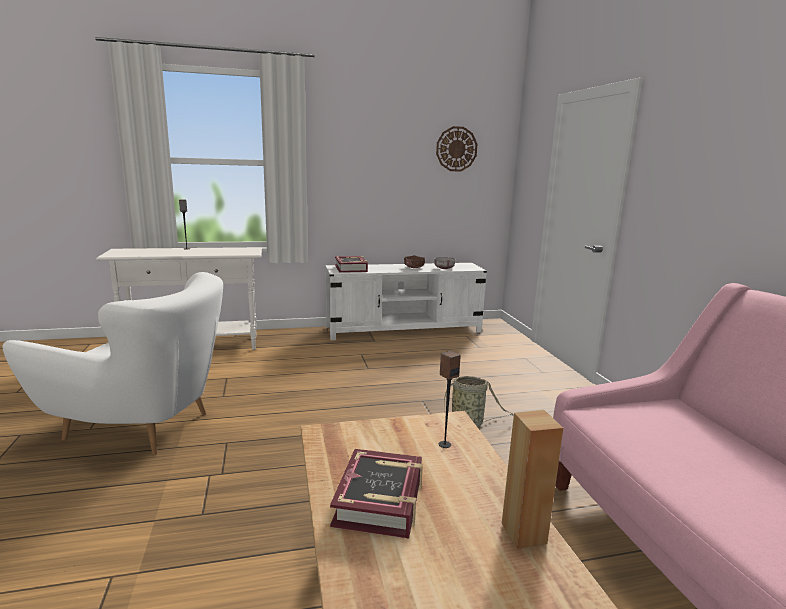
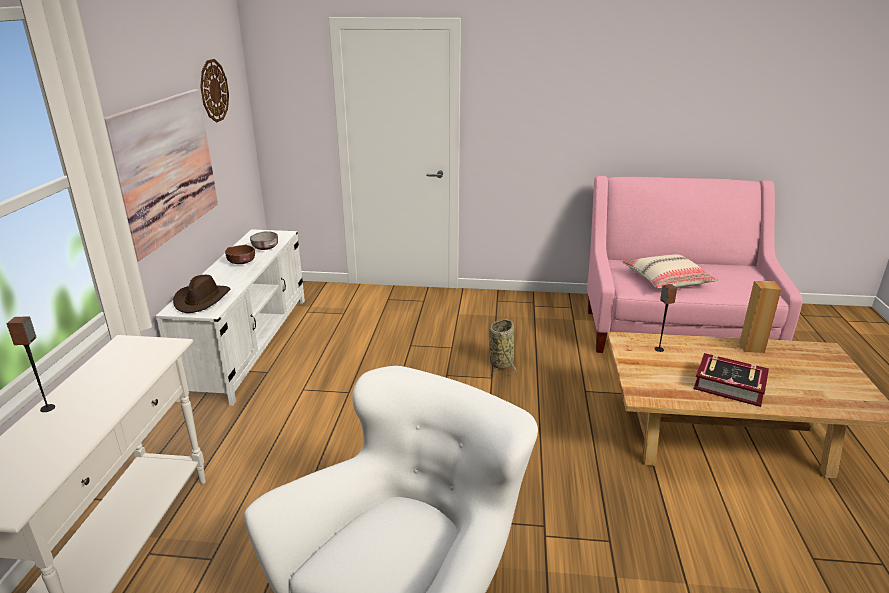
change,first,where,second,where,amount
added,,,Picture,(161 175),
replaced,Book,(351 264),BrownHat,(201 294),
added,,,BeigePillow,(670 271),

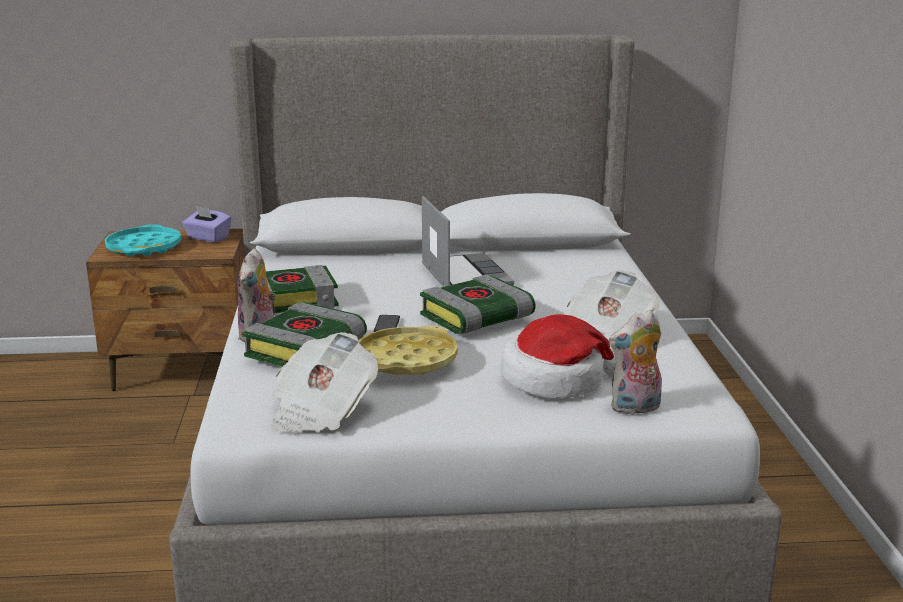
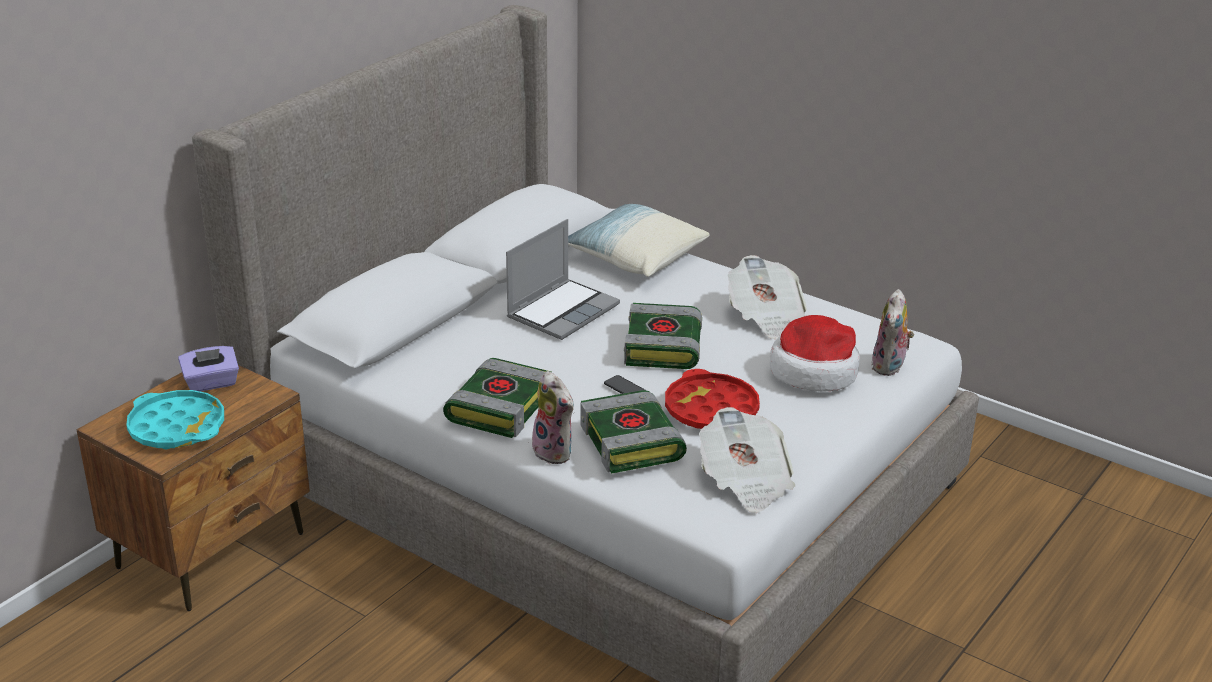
change,first,where,second,where,amount
turned,Laptop,(468 241),,(563 279),105 degrees clockwise
added,,,Pillow,(639 240),
recoloured,YellowTray,(408 350),RedTray,(712 399),

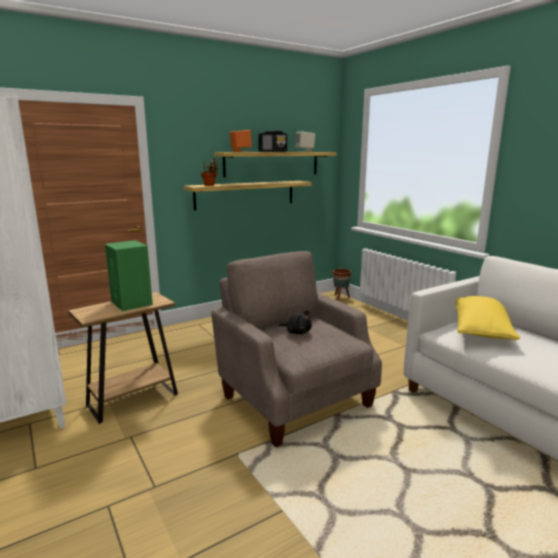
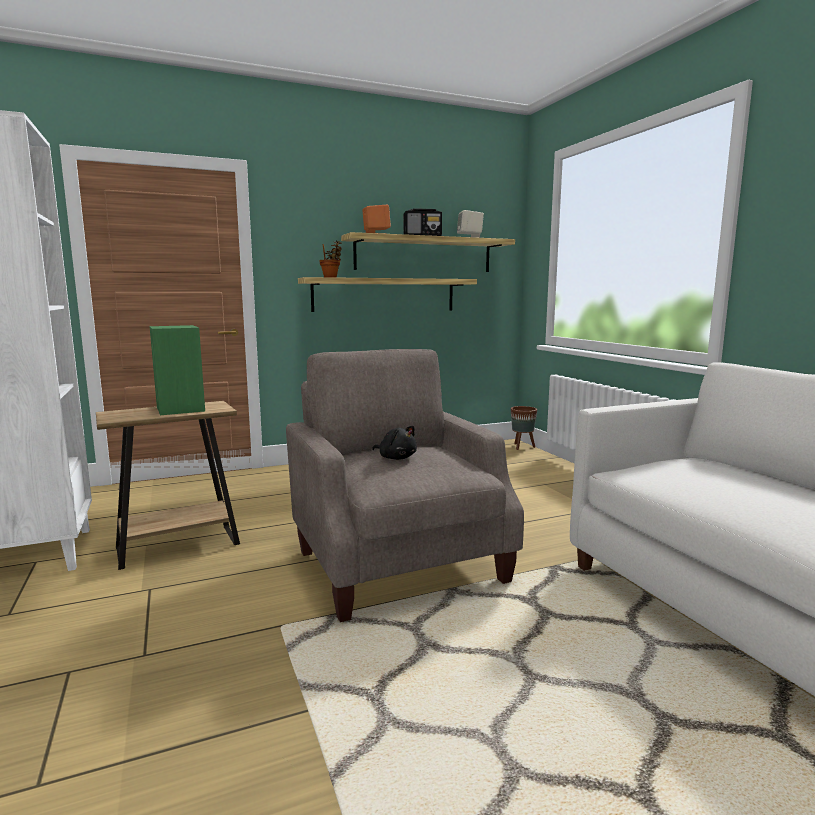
change,first,where,second,where,amount
removed,YellowPillow,(487 318),,,

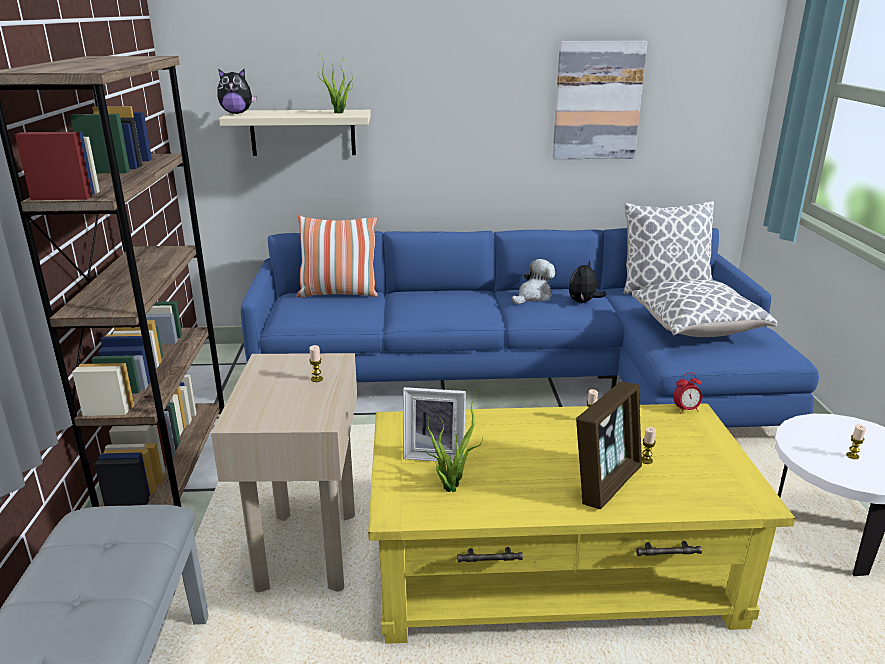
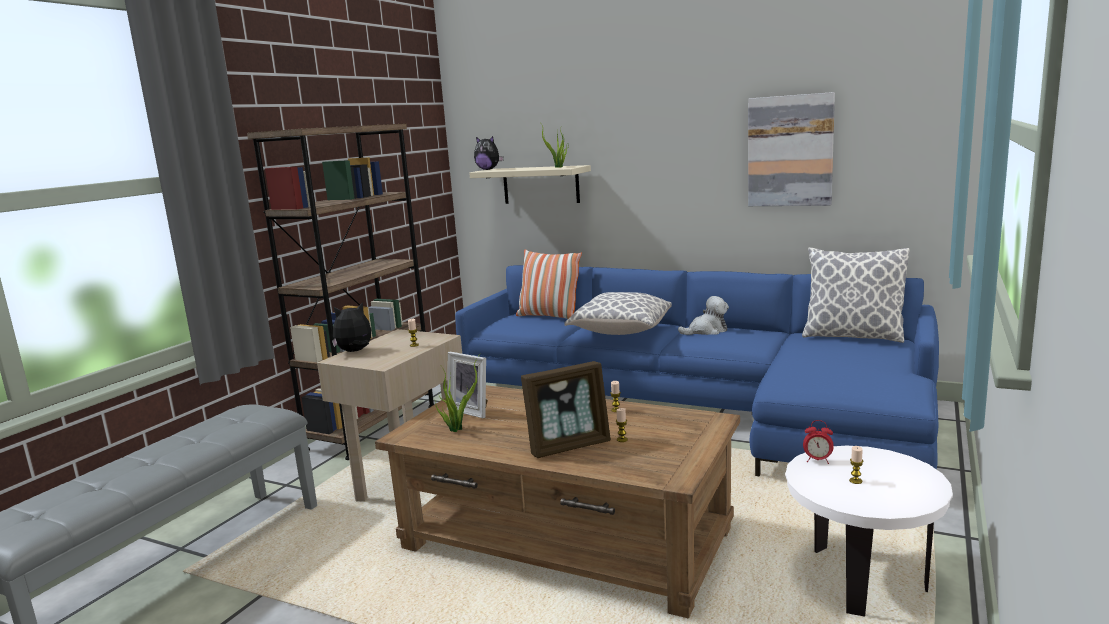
change,first,where,second,where,amount
moved,PlushToy,(588 281),,(351 327),
recoloured,YellowCoffeeTable,(581 523),BrownCoffeeTable,(557 501),
moved,Pillow,(705 308),,(618 313),
moved,AlarmClock,(687 393),,(818 442),

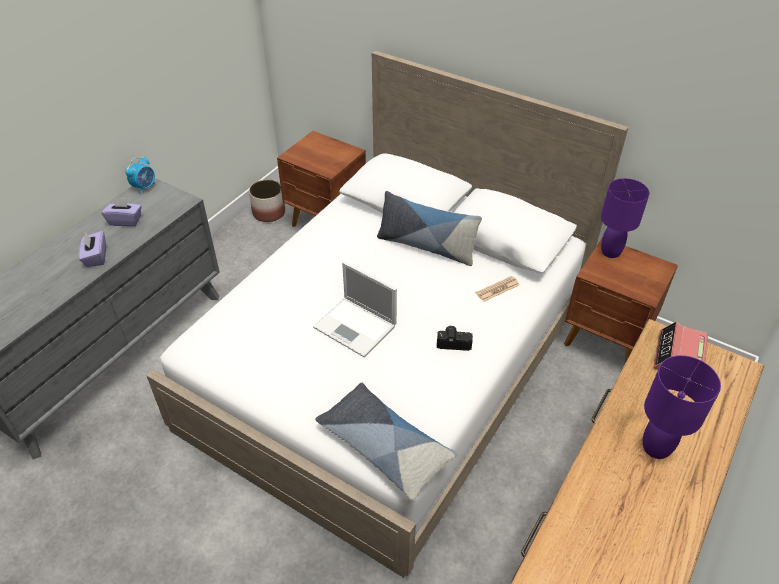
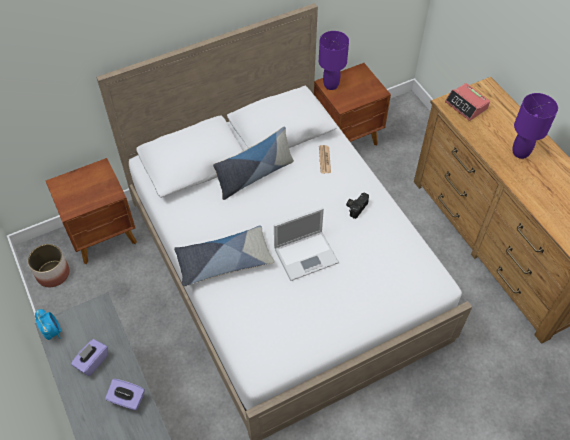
change,first,where,second,where,amount
moved,Pillow,(386 441),,(224 256),

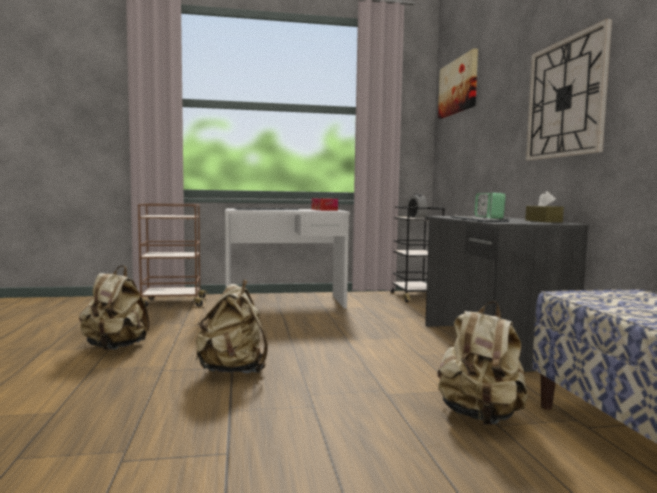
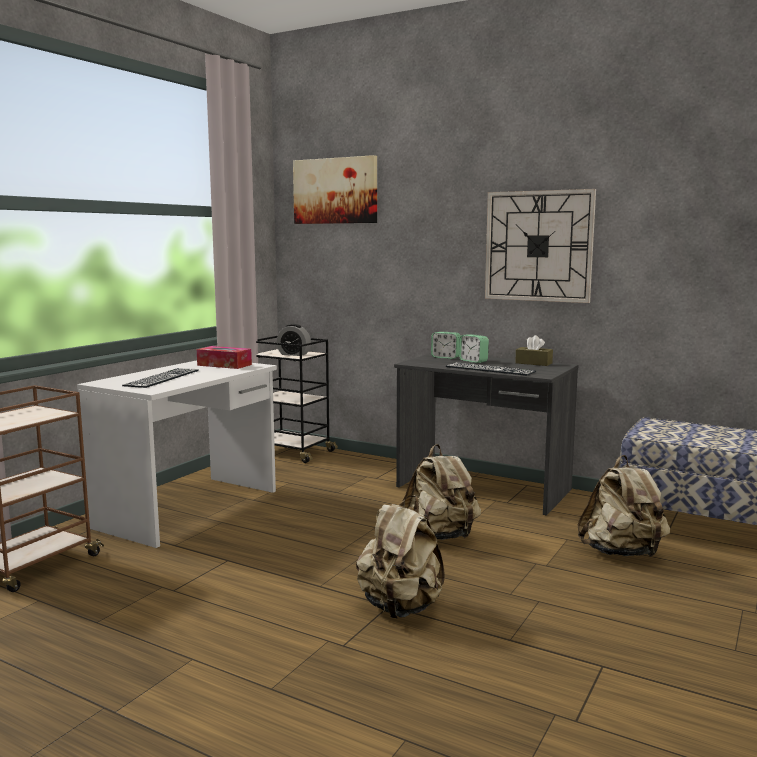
change,first,where,second,where,amount
moved,BeigeBackpack,(114 307),,(442 492),

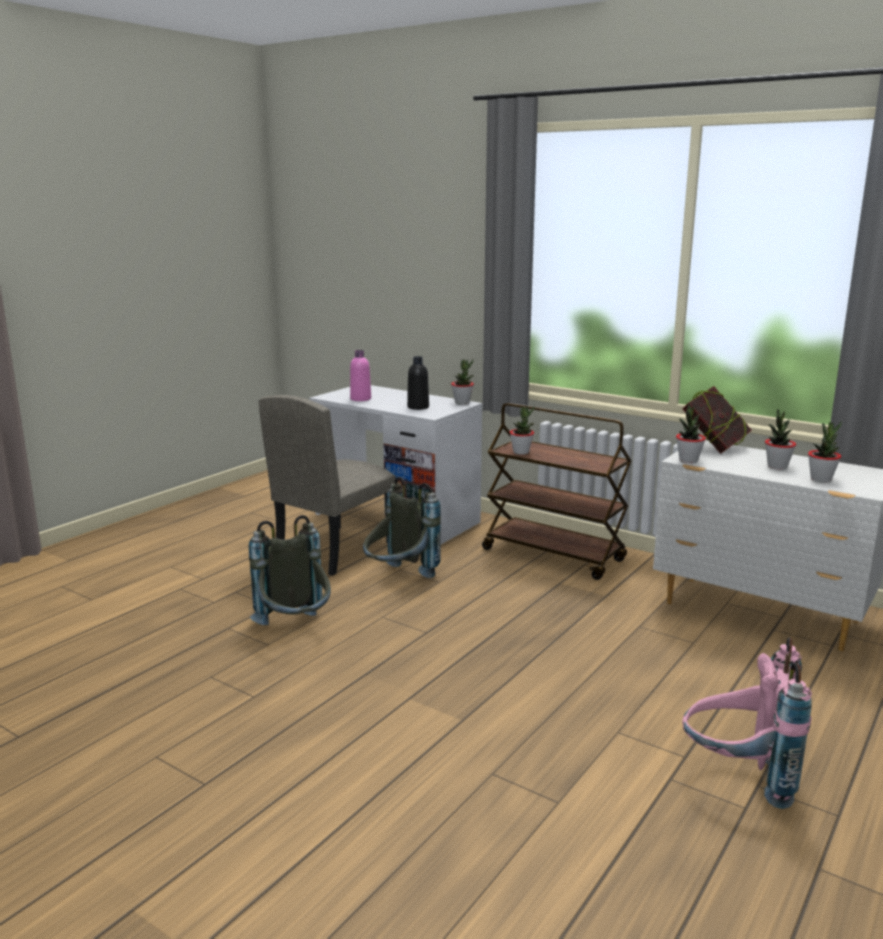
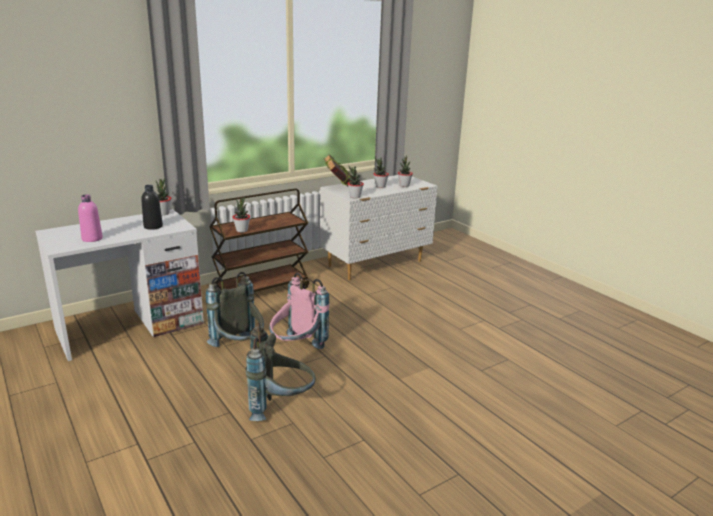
change,first,where,second,where,amount
moved,PinkBackpack,(747 723),,(299 310),
removed,BeigeChair,(327 485),,,

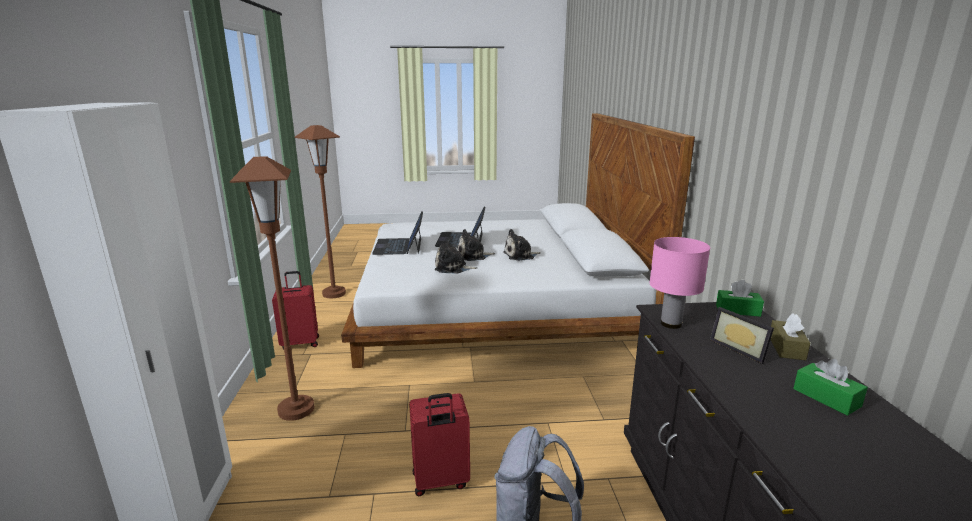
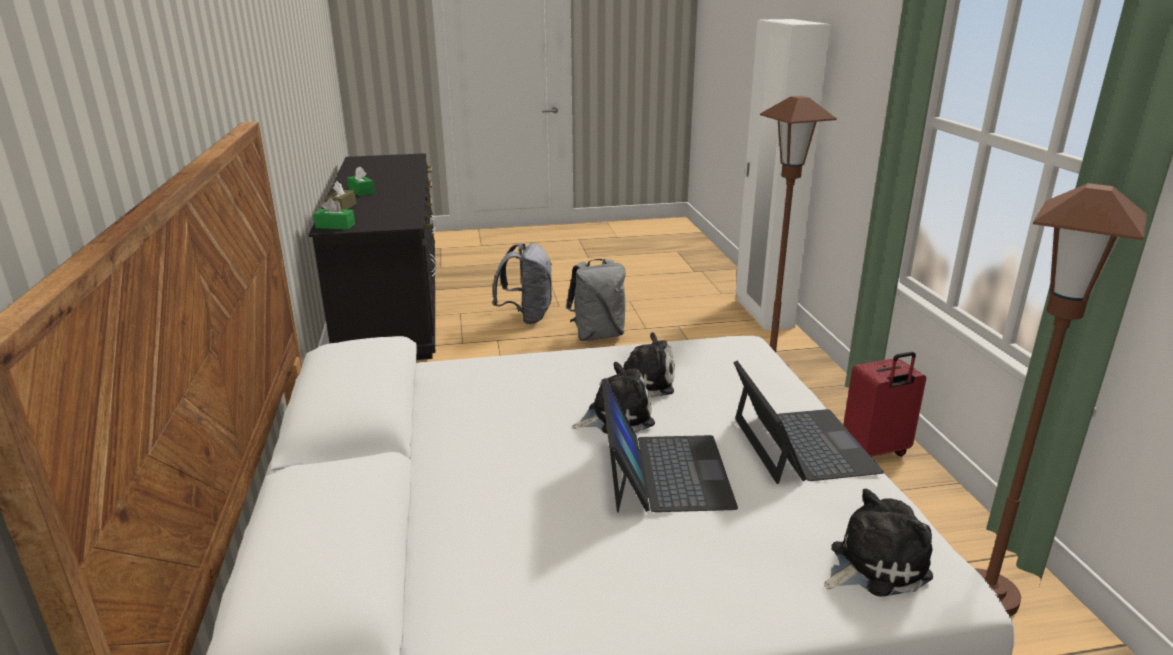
change,first,where,second,where,amount
replaced,RedSuitcase,(439 444),GreyBackpack,(596 300),
moved,PlushToy,(522 245),,(878 543),
removed,PinkTableLamp,(679 283),,,
removed,PictureFrame,(742 335),,,

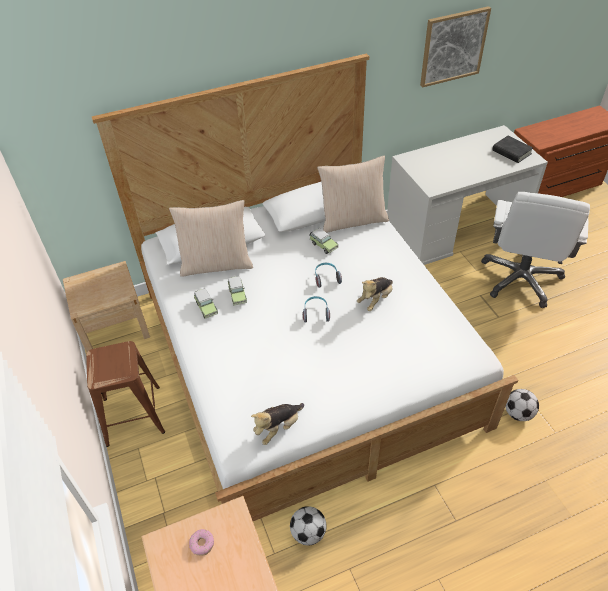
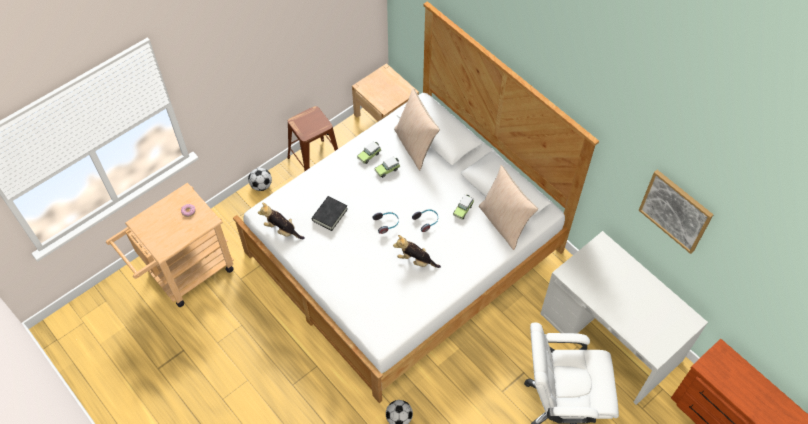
change,first,where,second,where,amount
moved,Football,(308 525),,(260 179),
moved,BlackBook,(512 149),,(330 213),

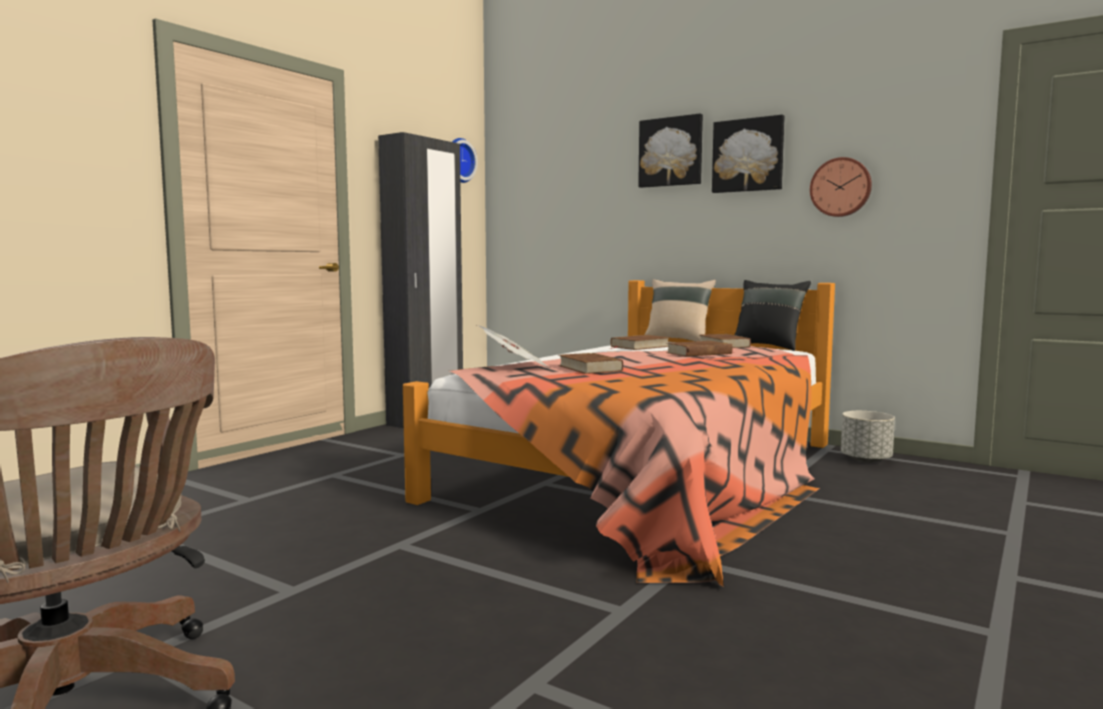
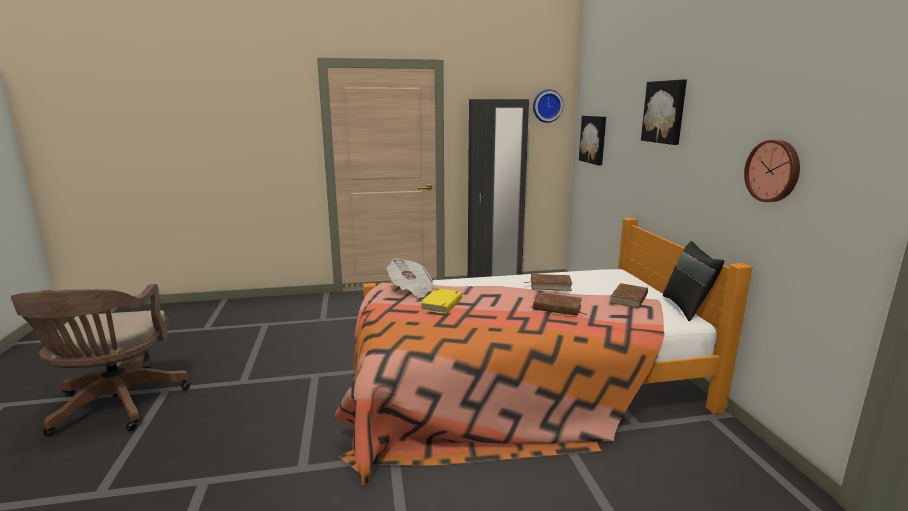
change,first,where,second,where,amount
recoloured,BrownBook,(590 363),YellowBook,(441 301),
moved,Picture,(748 154),,(592 140),
removed,BeigePillow,(680 310),,,
removed,GreyPlanter,(868 437),,,

